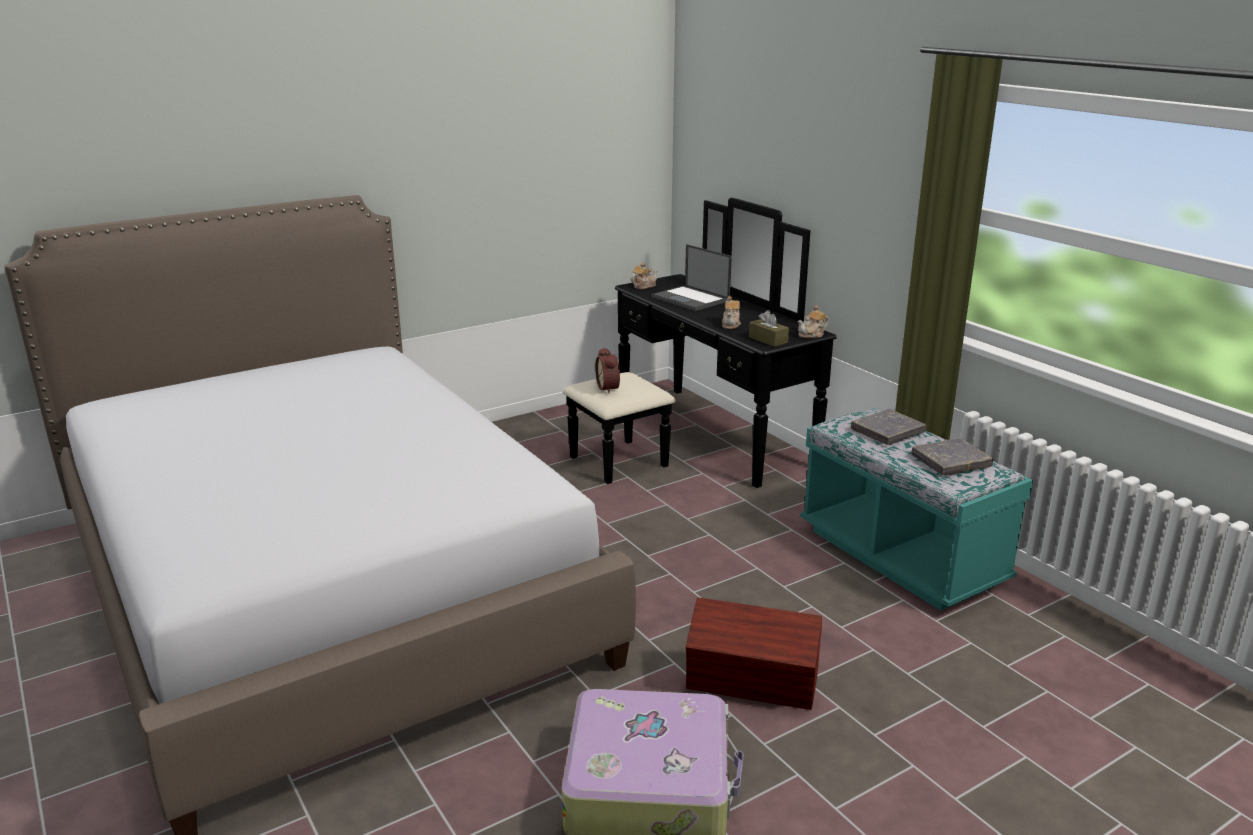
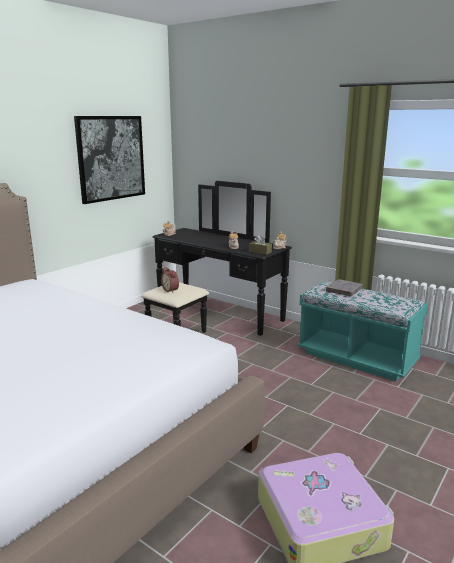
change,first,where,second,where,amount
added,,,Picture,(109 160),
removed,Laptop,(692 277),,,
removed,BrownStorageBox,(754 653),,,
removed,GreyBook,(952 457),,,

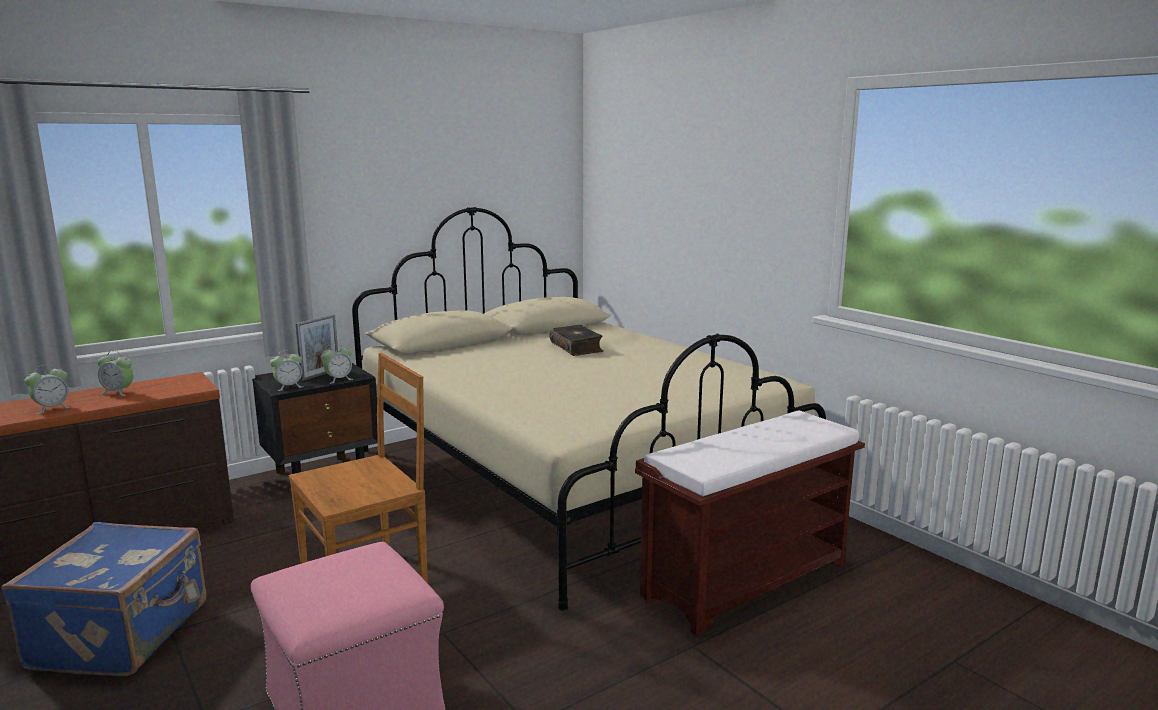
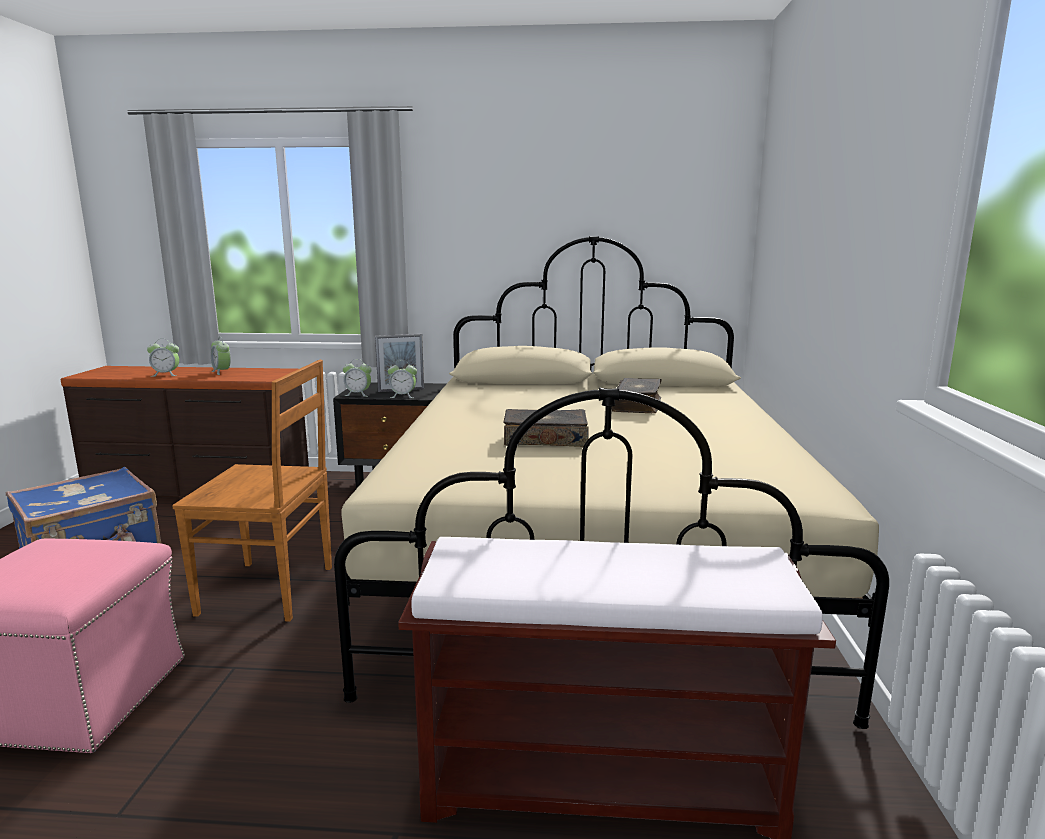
change,first,where,second,where,amount
added,,,Book,(546 428),

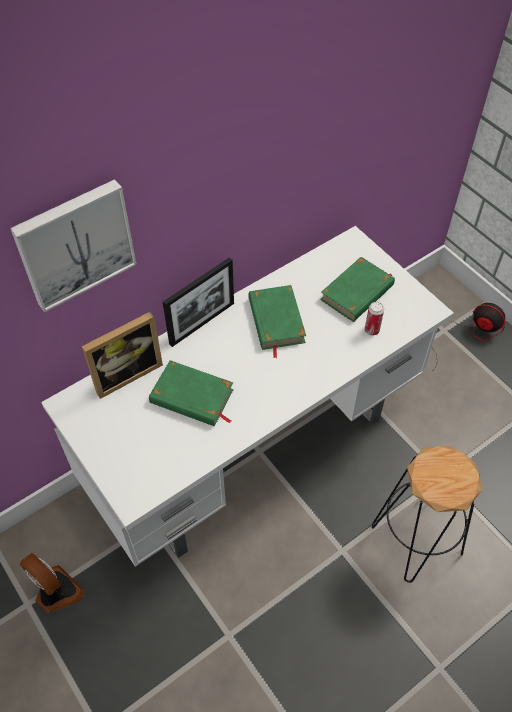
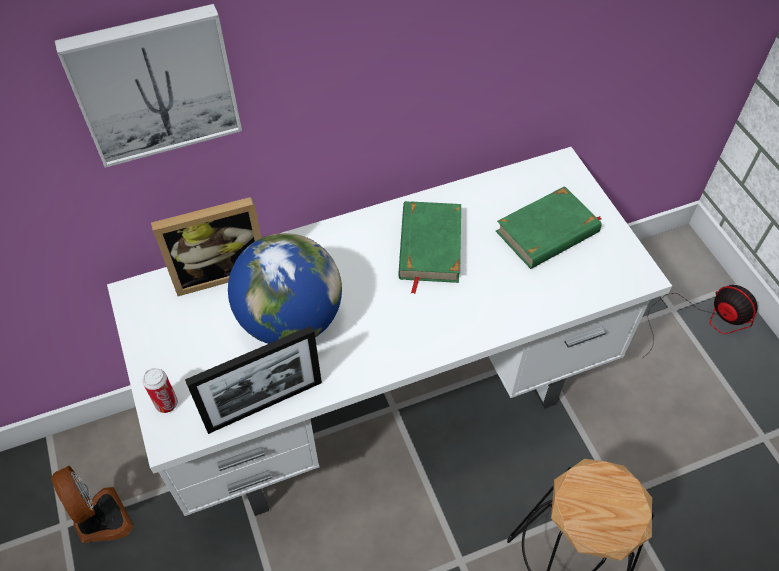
change,first,where,second,where,amount
moved,Can,(374 318),,(160 390),
moved,PictureFrame,(198 302),,(253 380),
replaced,GreenBook,(191 393),Globe,(285 288),

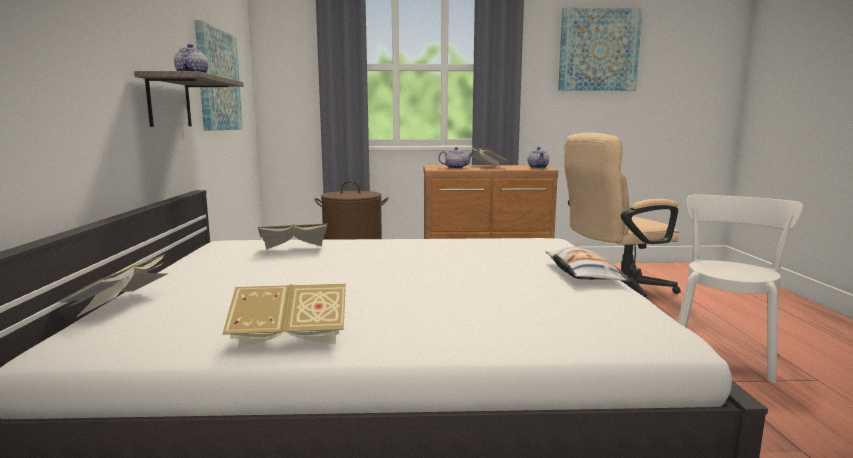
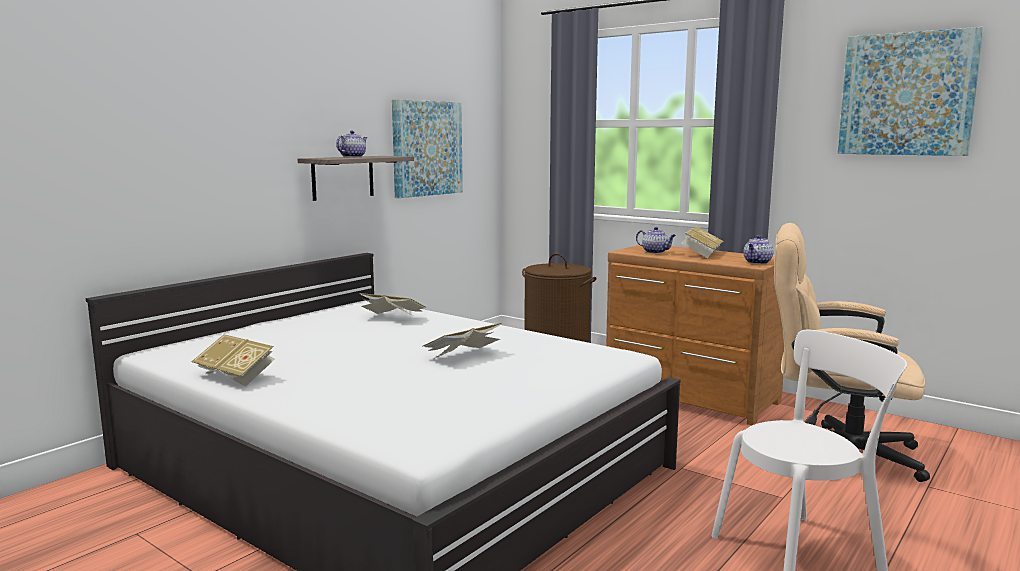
change,first,where,second,where,amount
moved,Book,(112 285),,(462 341),
removed,Pillow,(588 264),,,

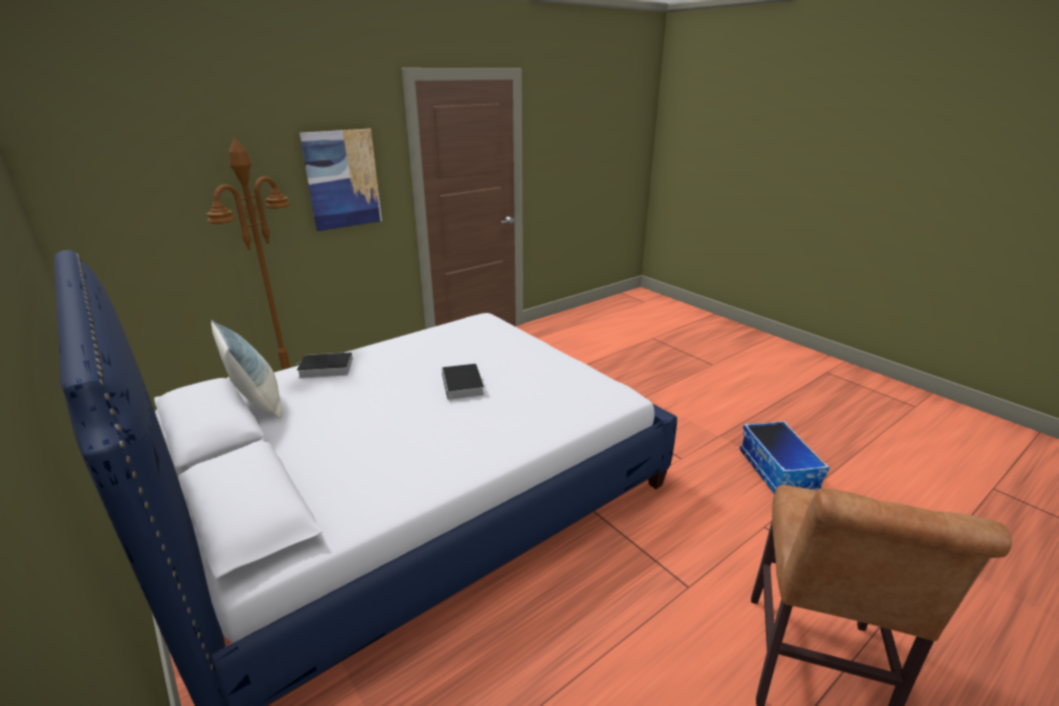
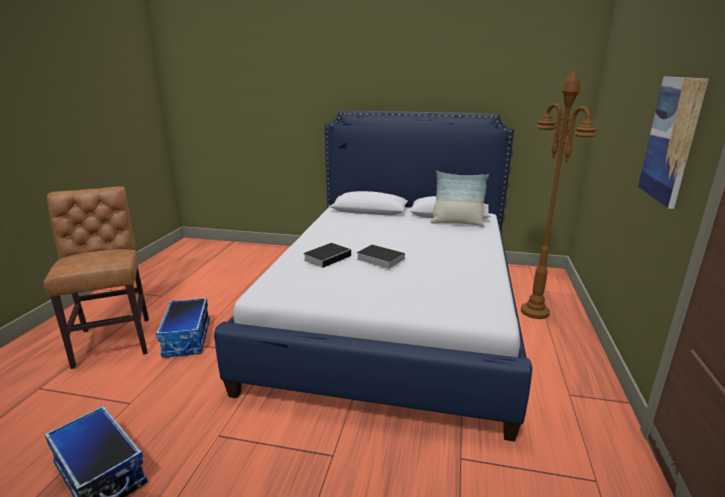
change,first,where,second,where,amount
added,,,StorageBox,(183 327),
moved,Book,(325 365),,(327 255),

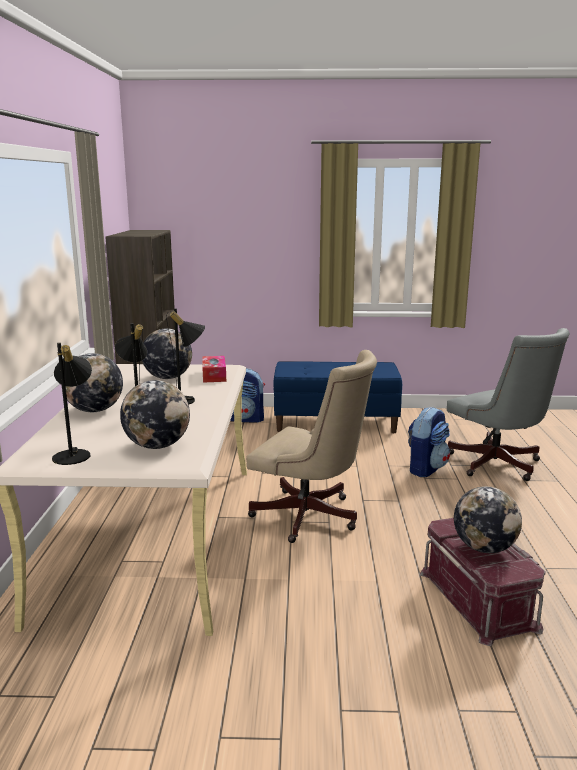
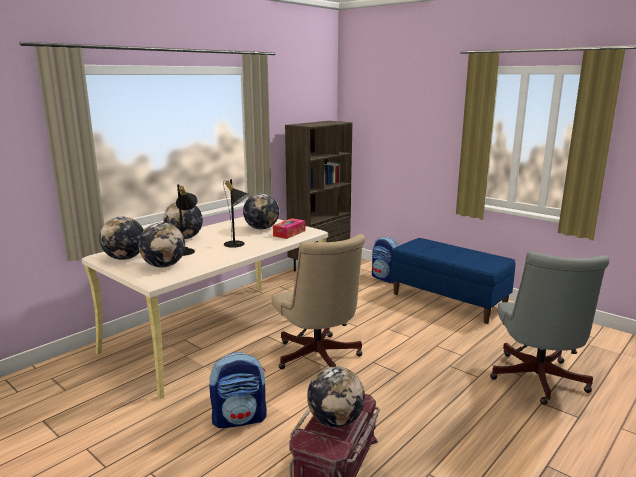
change,first,where,second,where,amount
replaced,BlackTableLamp,(72 404),Globe,(121 238),
moved,Backpack,(429 441),,(238 390),

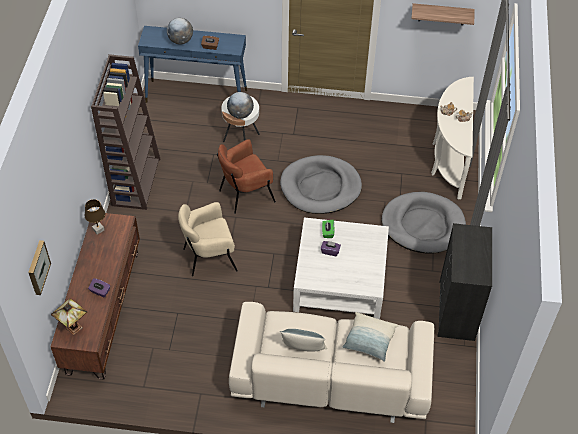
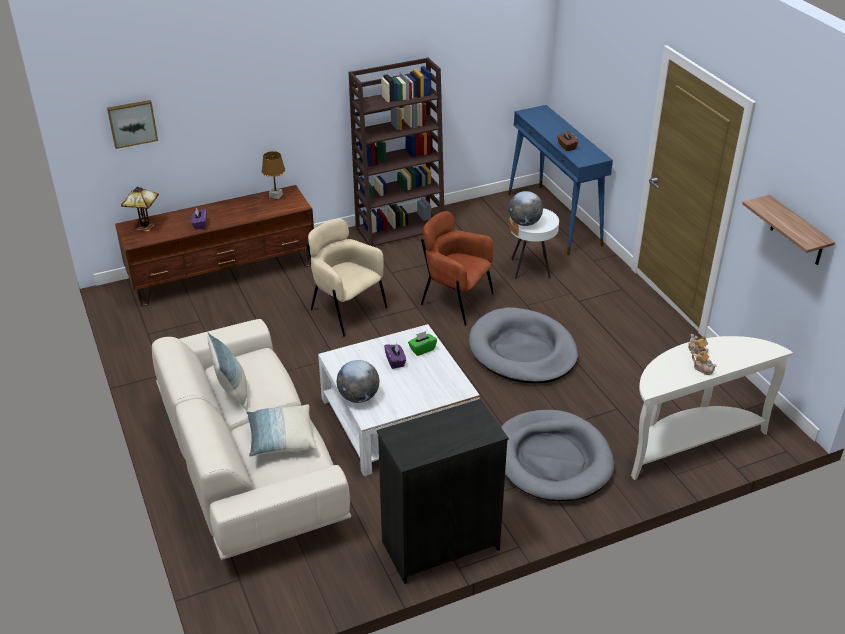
change,first,where,second,where,amount
moved,Globe,(180 31),,(358 381),

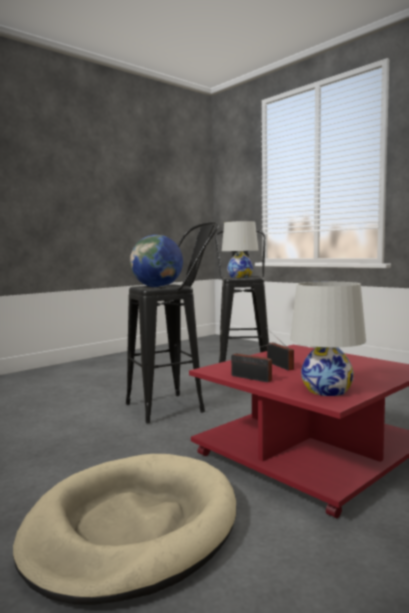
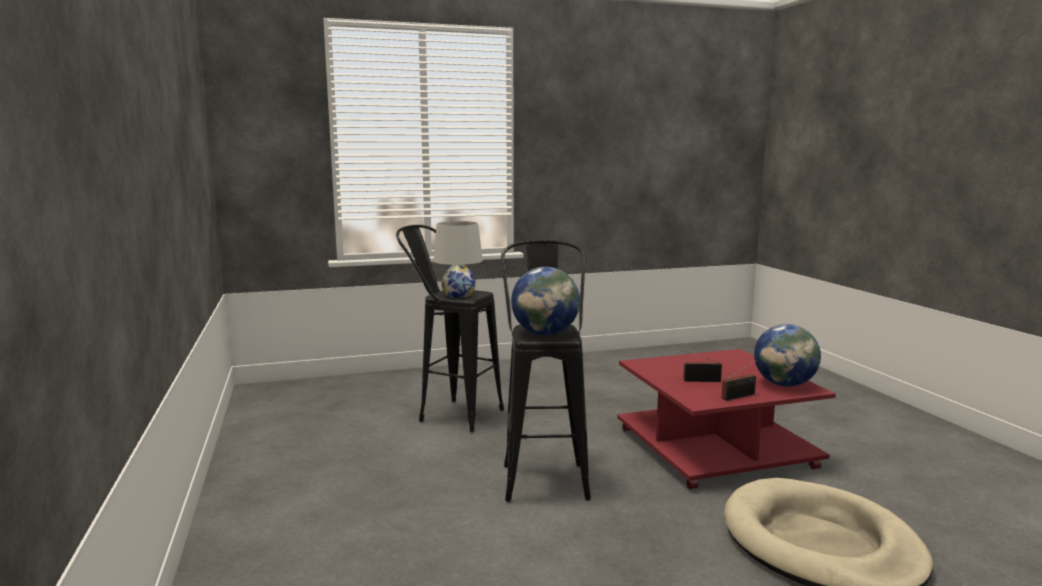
change,first,where,second,where,amount
replaced,WhiteTableLamp,(328 339),Globe,(787 355),

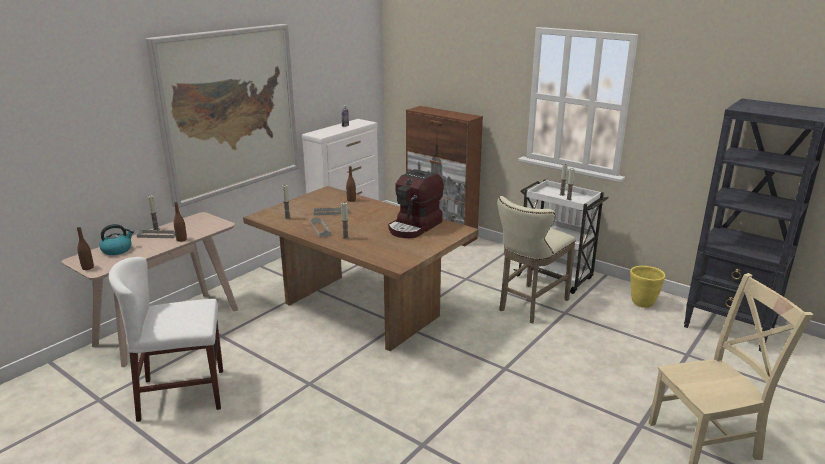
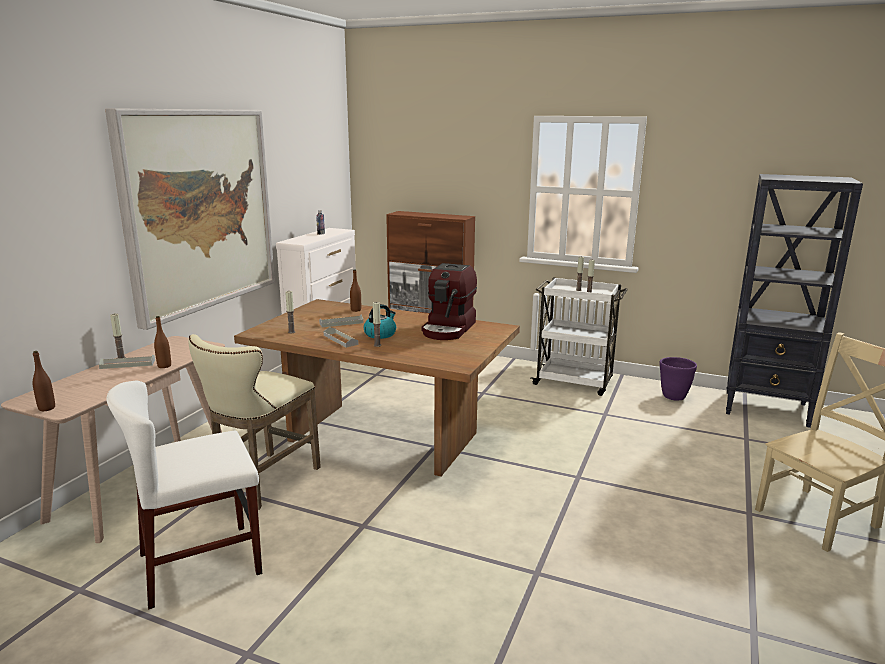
change,first,where,second,where,amount
moved,BeigeStool,(536 259),,(254 422),
moved,Kettle,(117 239),,(379 321),
recoloured,YellowPlanter,(647 287),PurplePlanter,(678 379),

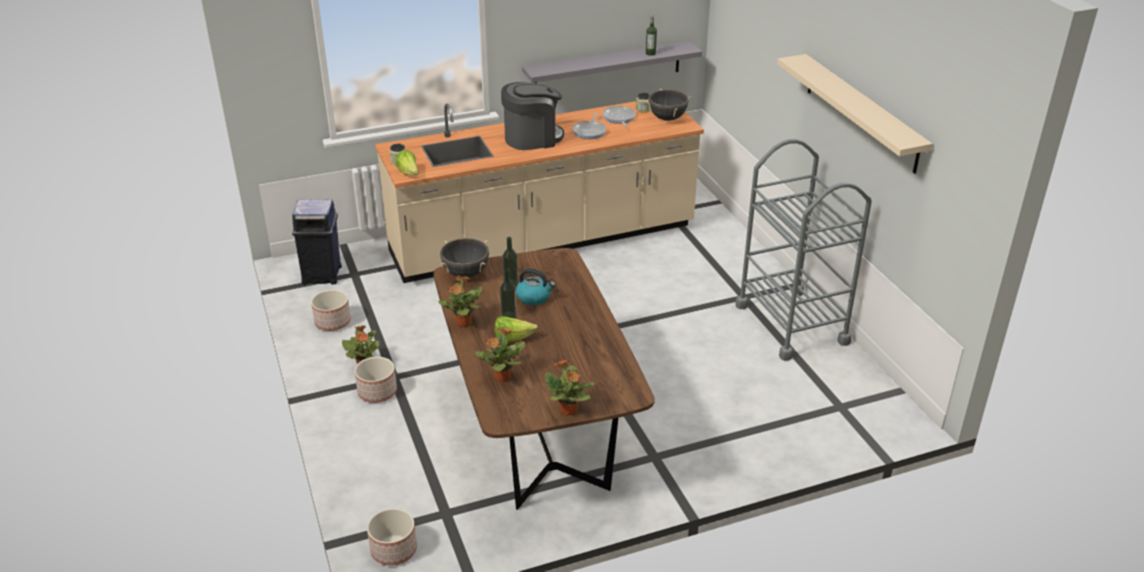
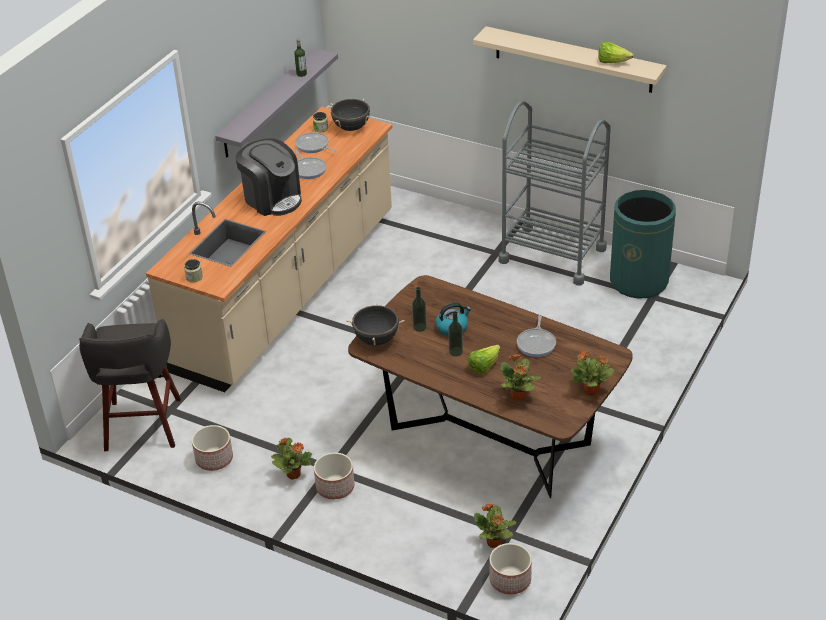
change,first,where,second,where,amount
replaced,BlueTrashCan,(317 242),GreyStool,(130 385),
turned,CoffeeMachine,(532 116),,(268 177),105 degrees clockwise
moved,PottedPlant,(460 301),,(495 525),
added,,,FryingPan,(536 336),
moved,Lettuce,(407 162),,(616 52),
added,,,GreenTrashCan,(643 244),

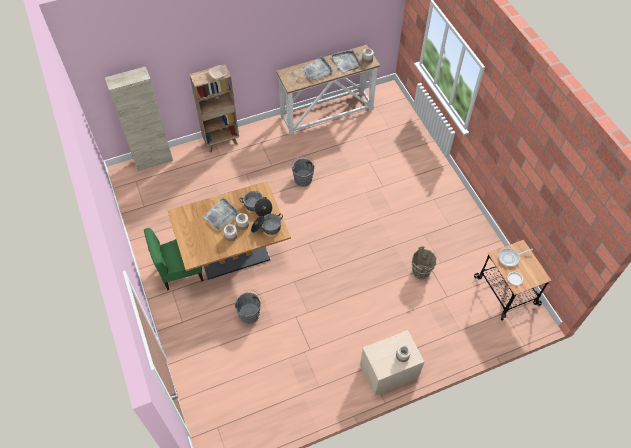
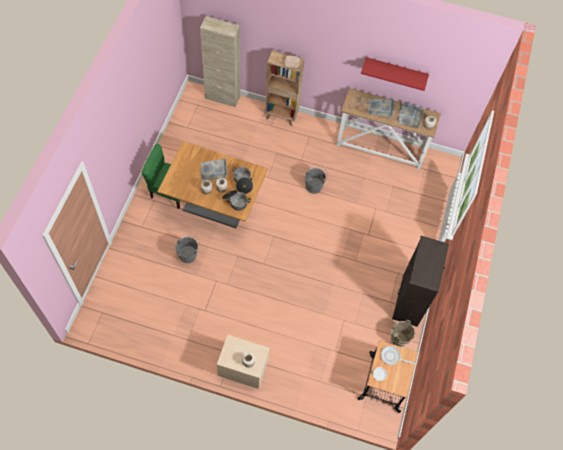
change,first,where,second,where,amount
added,,,RedShelf,(395 74),
moved,BrownBucket,(424 262),,(403 333),
added,,,BlackDresser,(420 281),

